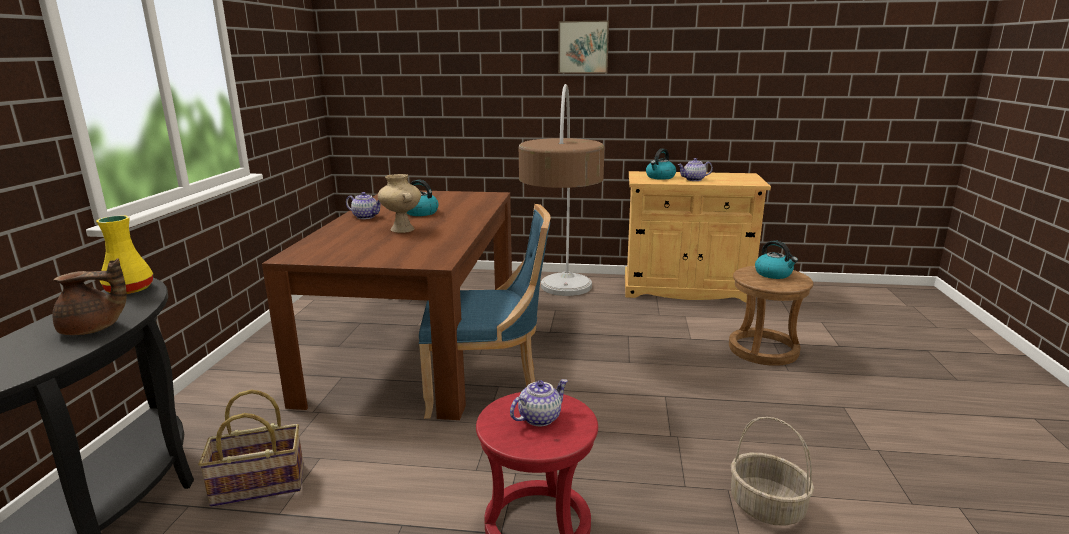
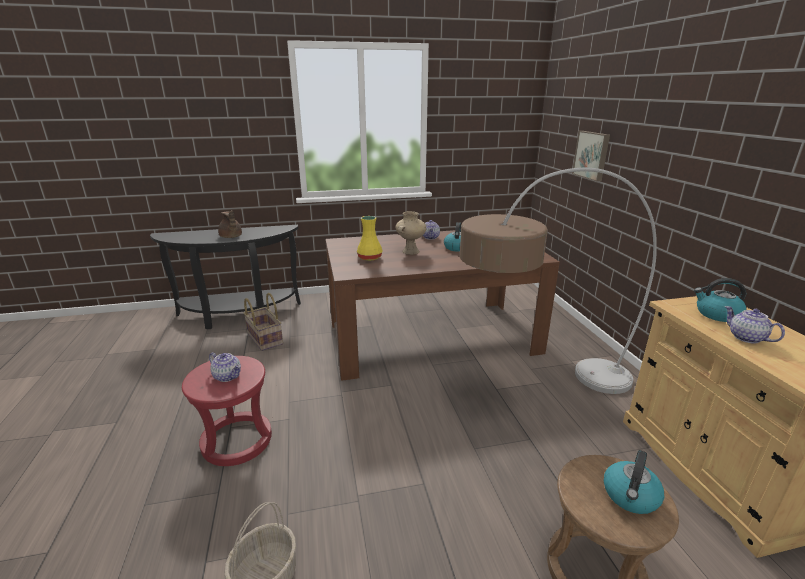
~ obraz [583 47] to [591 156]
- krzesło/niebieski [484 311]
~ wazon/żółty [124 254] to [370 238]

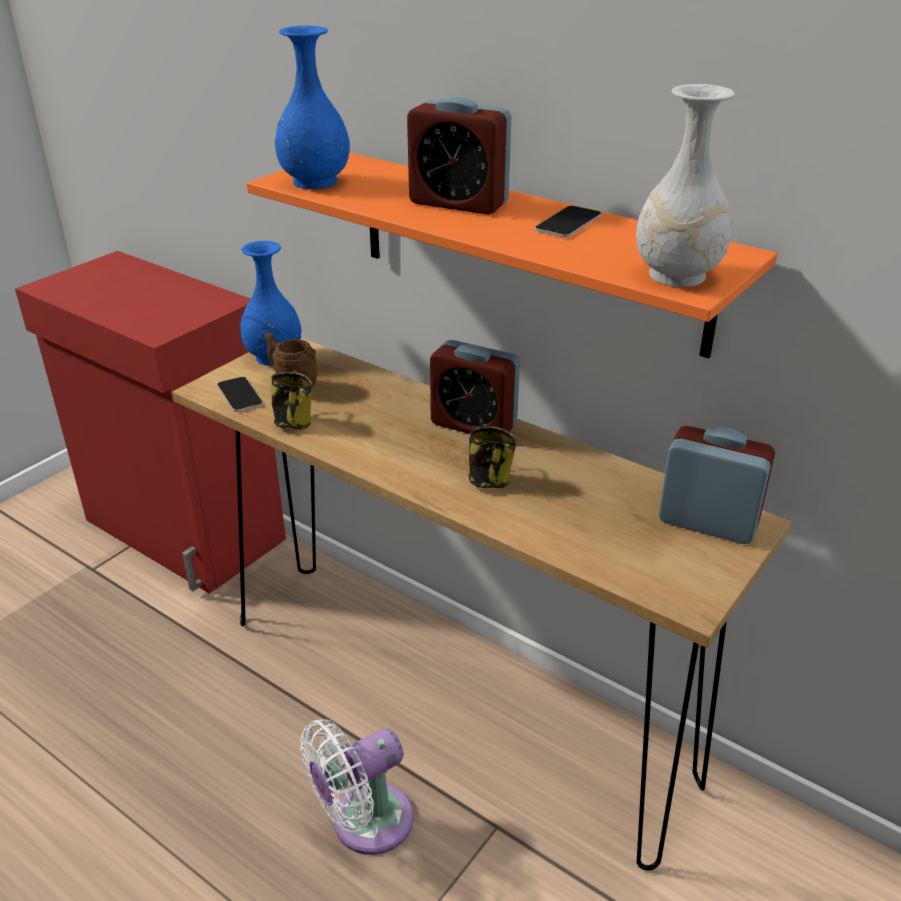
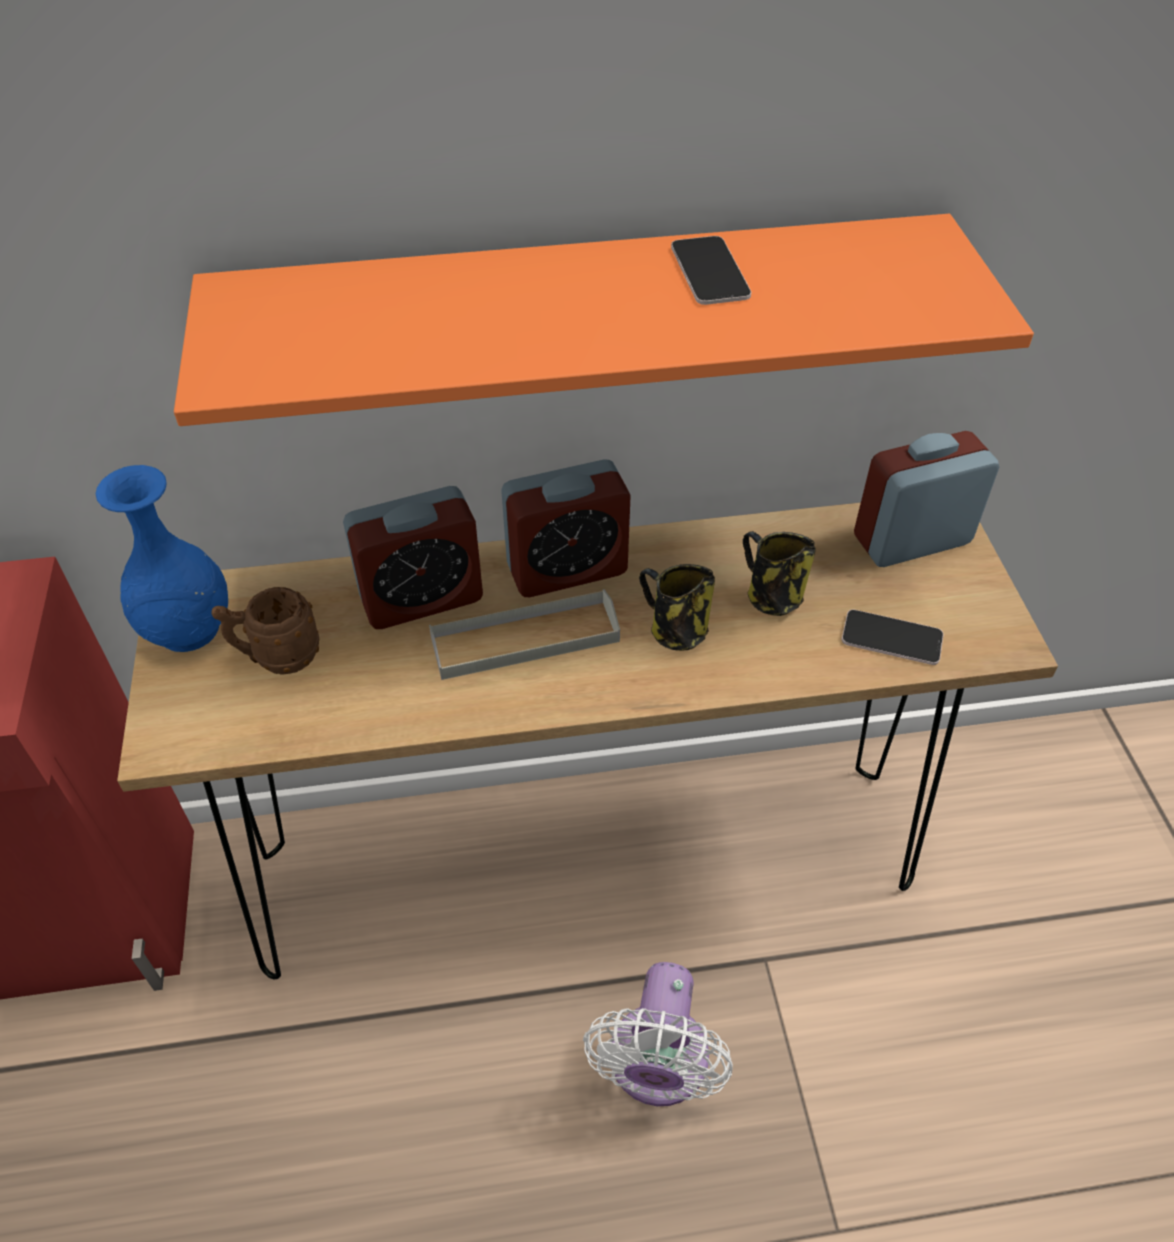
- wazon/niebieski [312 107]
- wazon/biały [685 185]
~ budzik [459 156] to [413 557]
~ kubek [291 400] to [779 573]
~ telefon [240 394] to [893 637]
+ taca/szary [524 634]

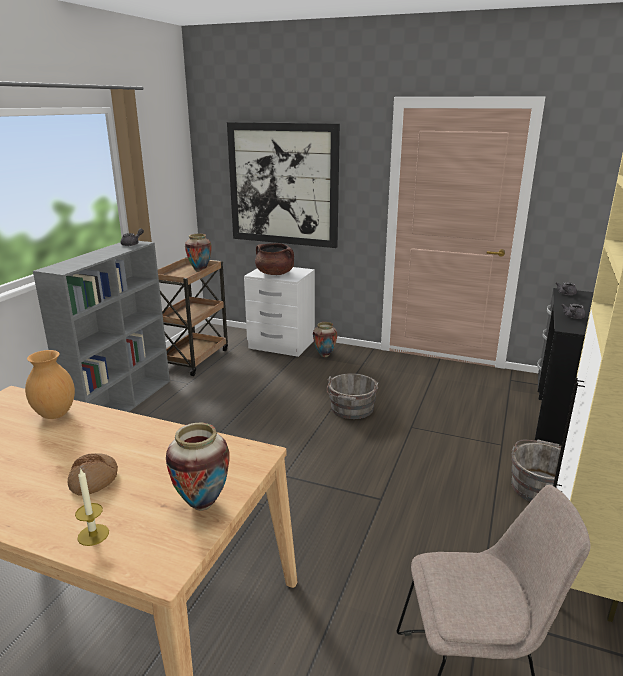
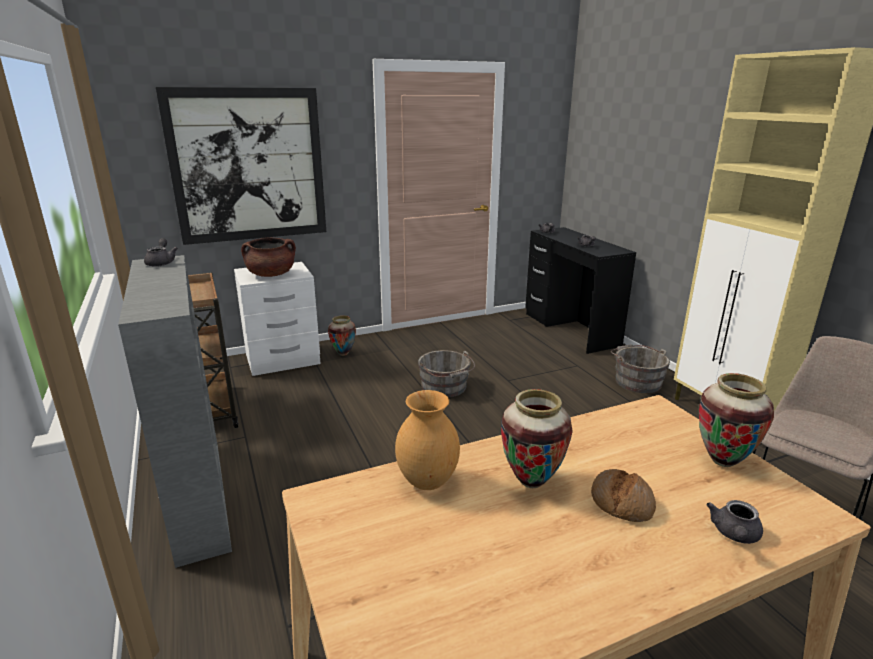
~ wazon [198 253] to [537 438]
~ świeca [92 507] to imbryk/szary [734 522]

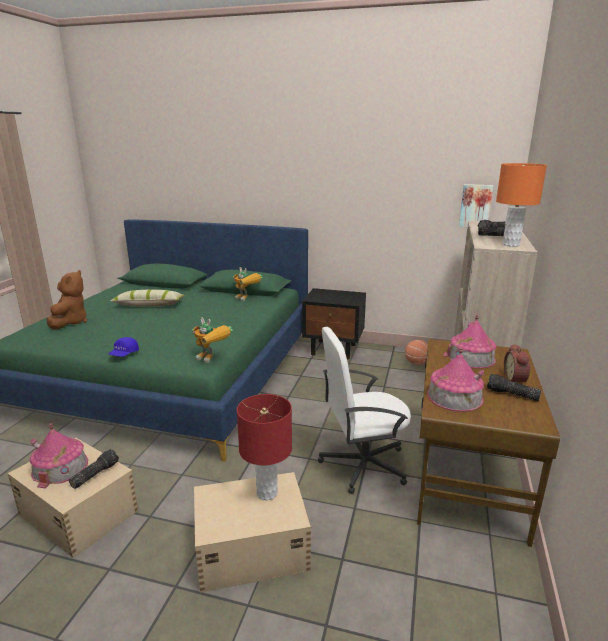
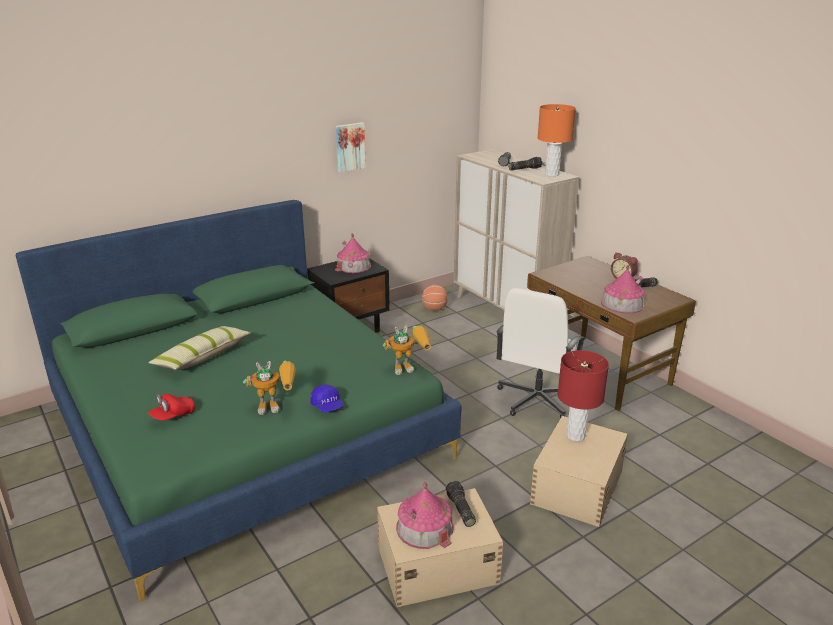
~ obraz [476 205] to [351 147]
~ robot zabawkowy [248 284] to [269 388]
~ pluszak/brązowy [67 299] to czapka z daszkiem/czerwony [171 407]
~ domek [469 342] to [353 253]

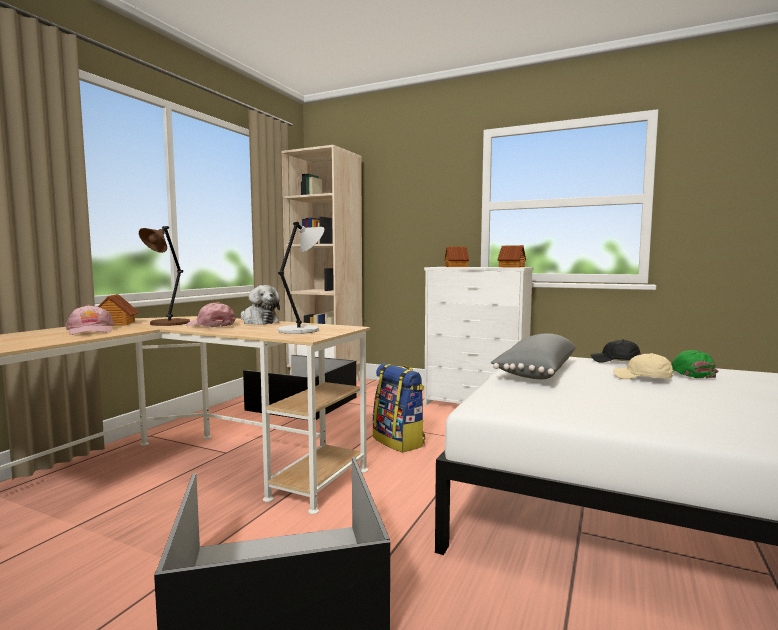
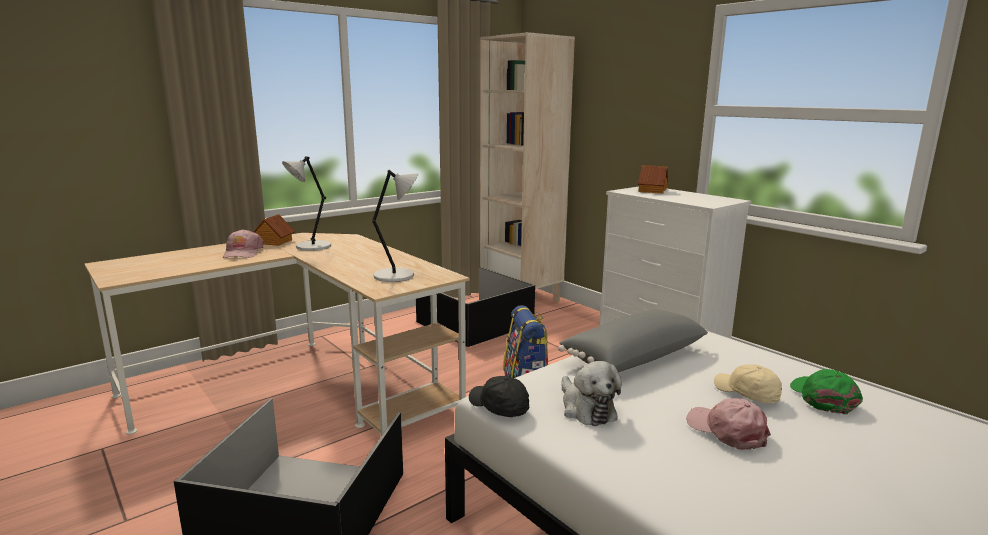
~ lampa stołowa/brązowy [164 276] to lampa stołowa/szary [306 203]
- domek [511 256]
~ pluszak [260 305] to [591 393]
~ czapka z daszkiem/różowy [211 314] to [728 424]
~ czapka z daszkiem/czarny [615 351] to [499 396]

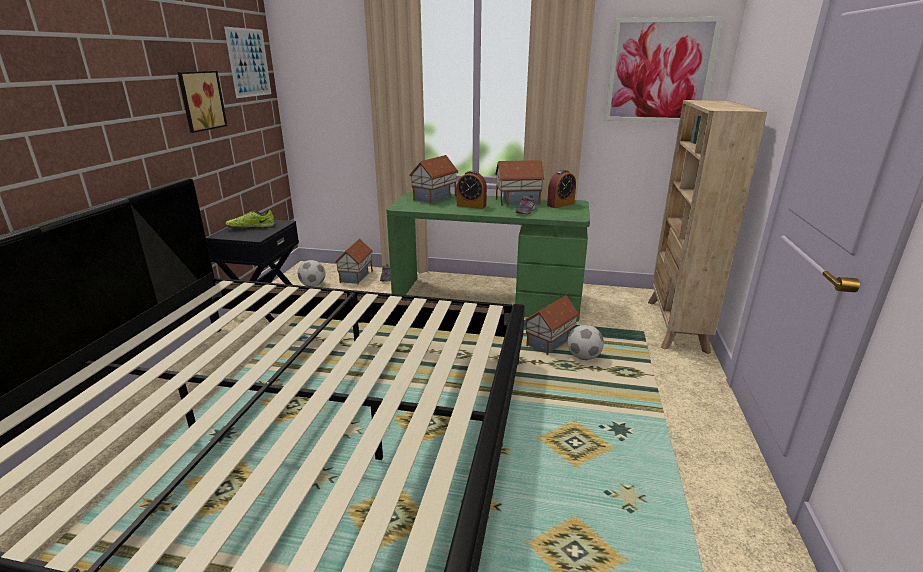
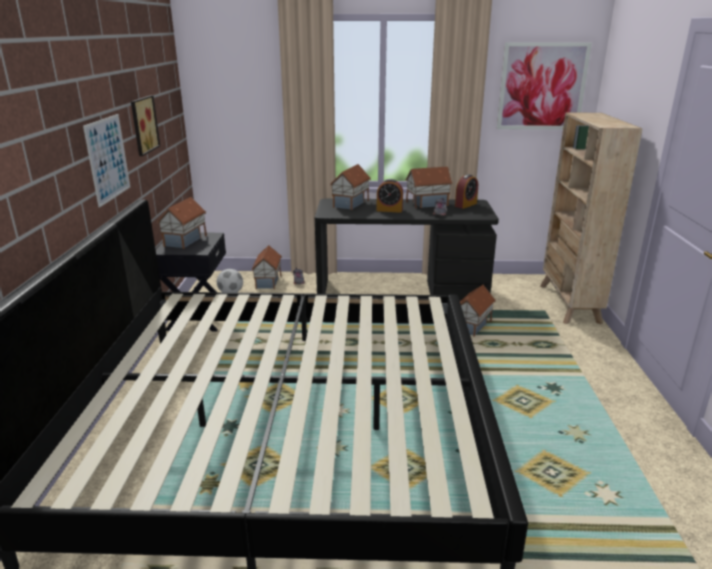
~ obraz [247 62] to [106 161]
~ biurko/zielony [488 257] to biurko/czarny [407 250]
~ but [250 218] to domek [182 223]
- piłka futbolowa [585 342]

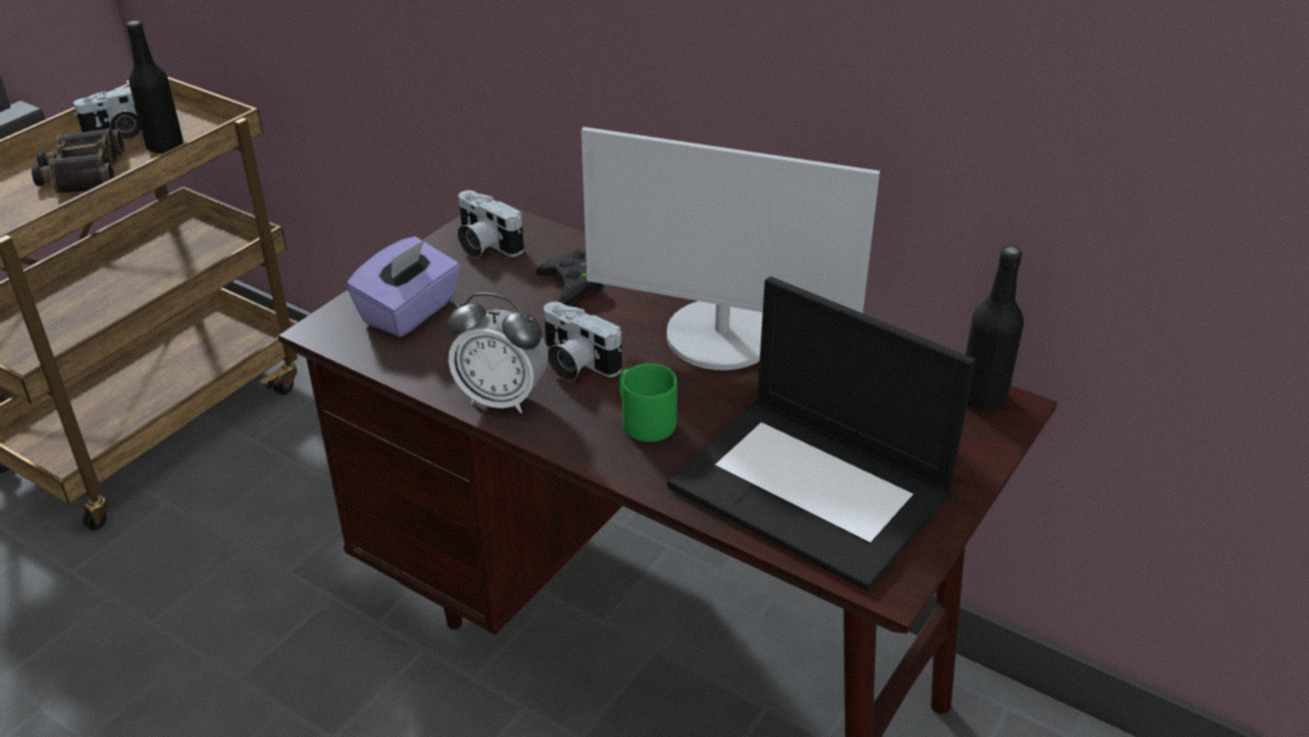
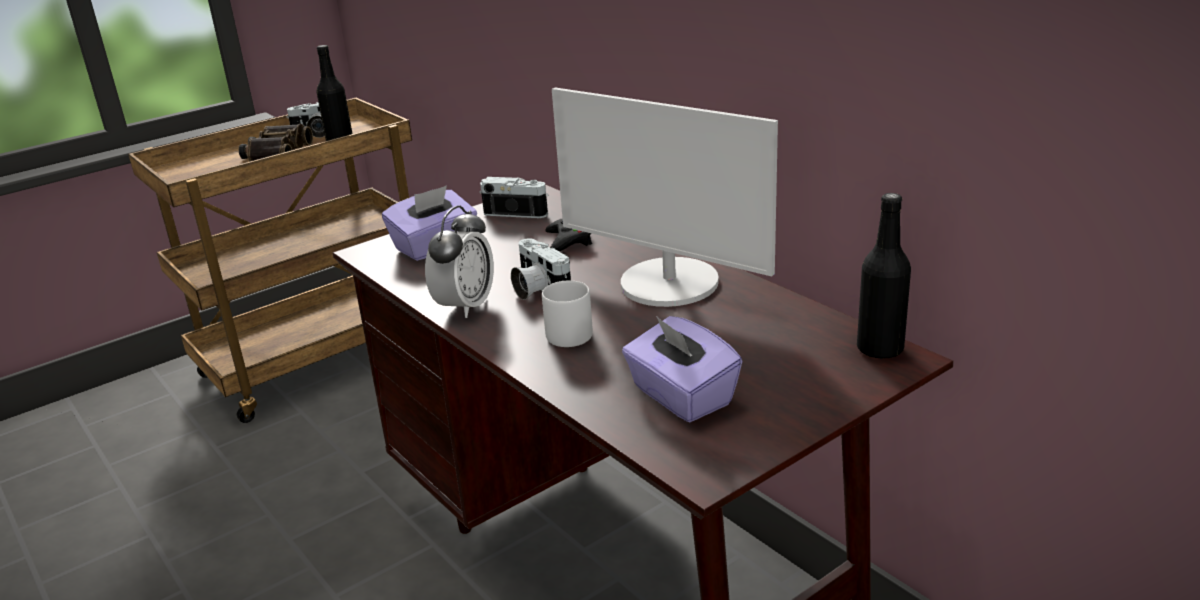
~ aparat fotograficzny [490 224] = [514 197] 135 degrees clockwise
~ laptop [821 434] to pudełko chusteczek/fioletowy [682 369]
~ budzik [498 353] = [459 261] 105 degrees counterclockwise
~ kubek/zielony [648 402] to kubek/szary [567 313]

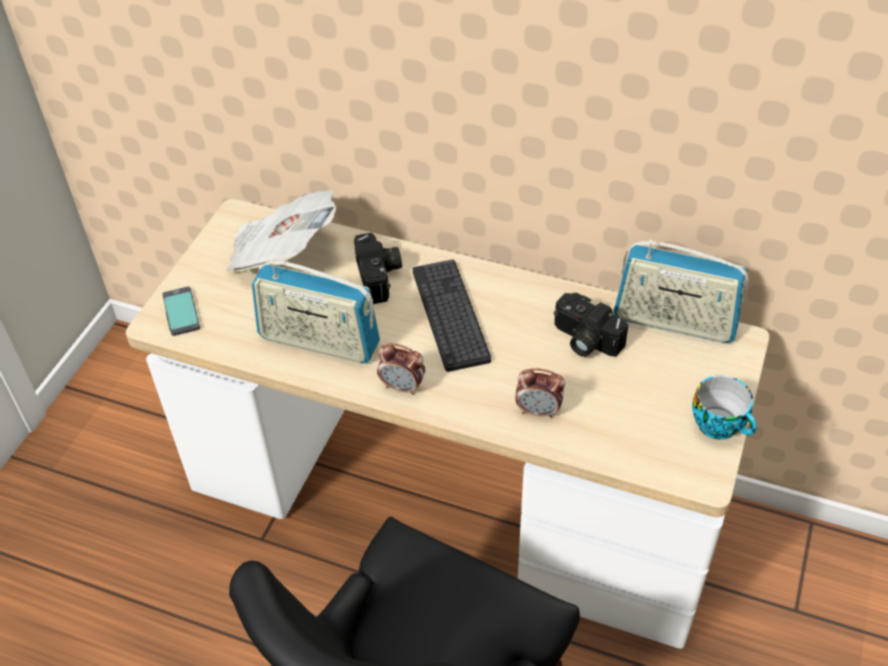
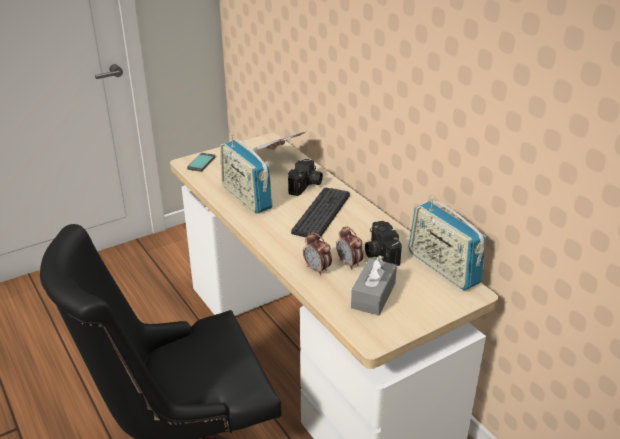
~ budzik [401 369] to [350 248]
- filiżanka [724 407]
+ pudełko chusteczek/szary [374 285]

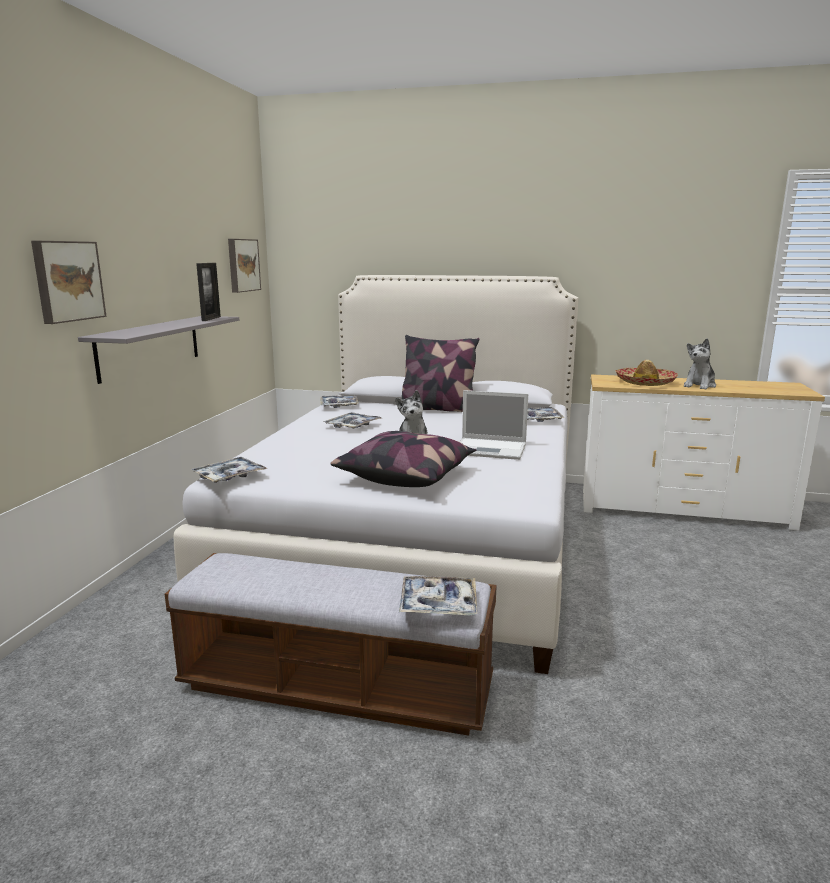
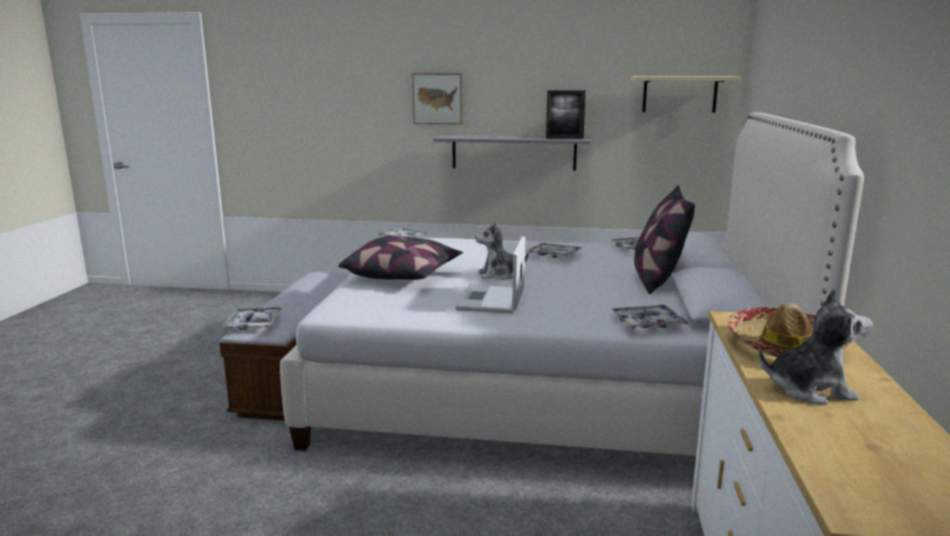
~ obraz [244 266] to półka/beżowy [686 94]
~ pluszak [700 364] = [816 346] 150 degrees clockwise

